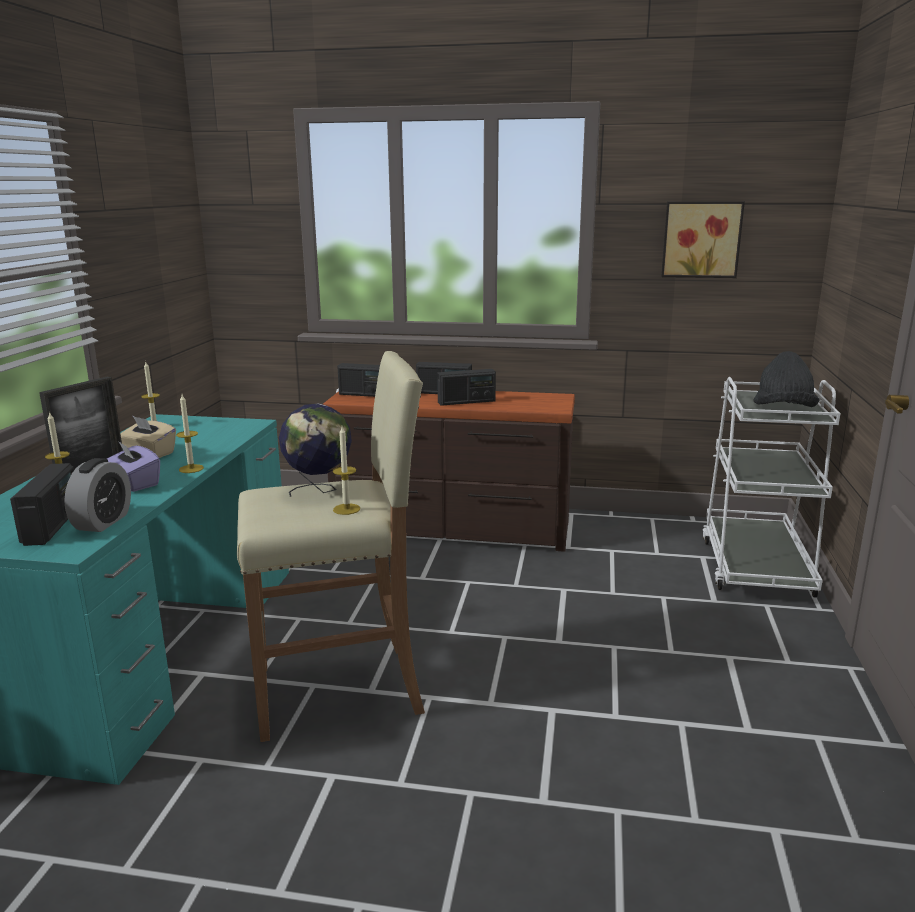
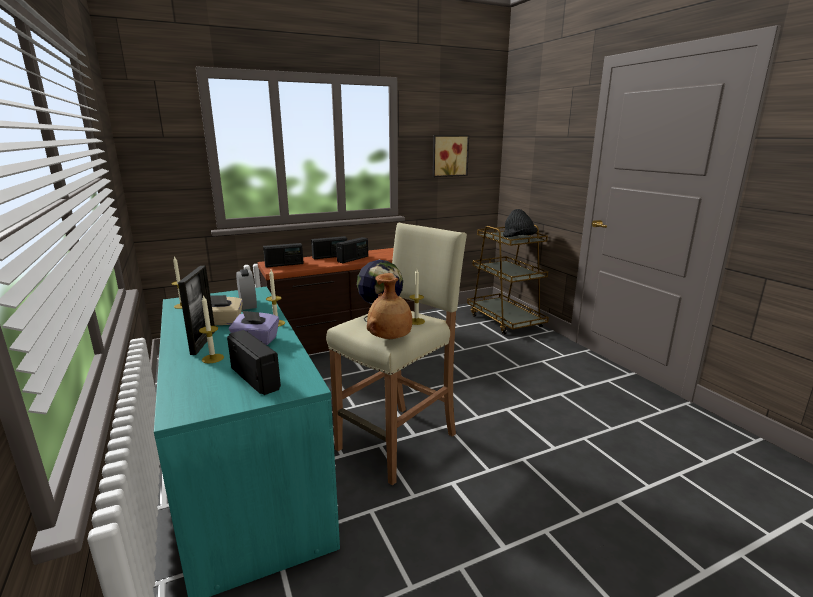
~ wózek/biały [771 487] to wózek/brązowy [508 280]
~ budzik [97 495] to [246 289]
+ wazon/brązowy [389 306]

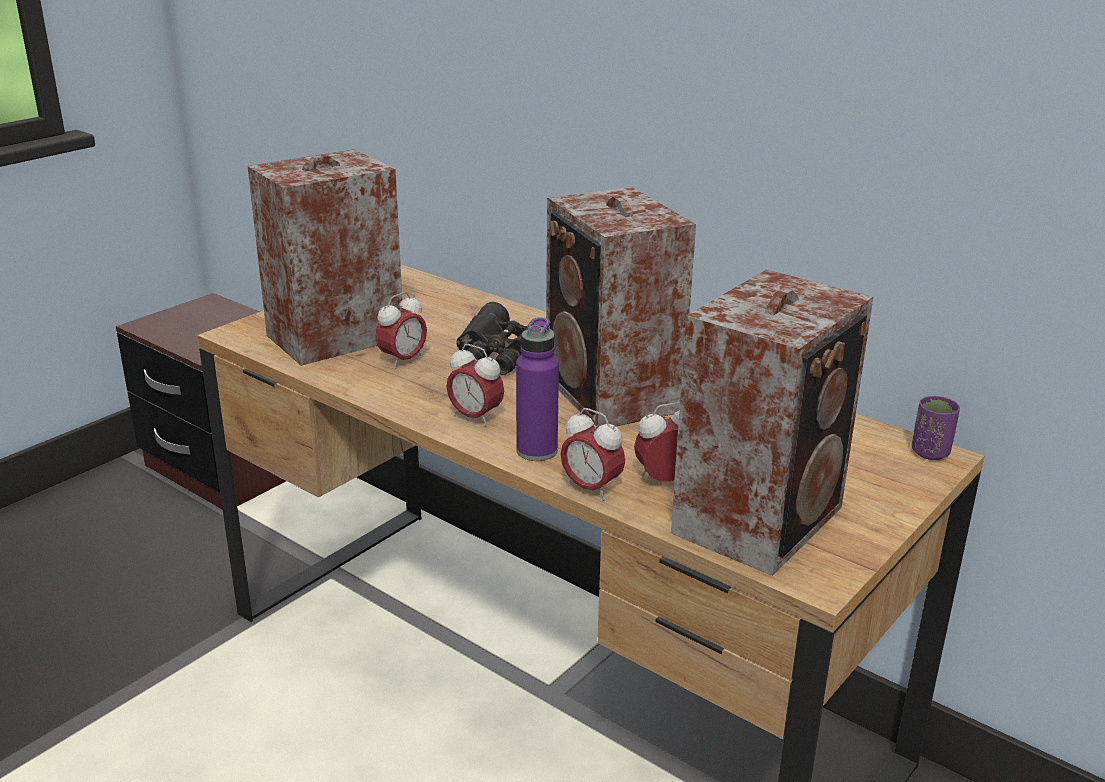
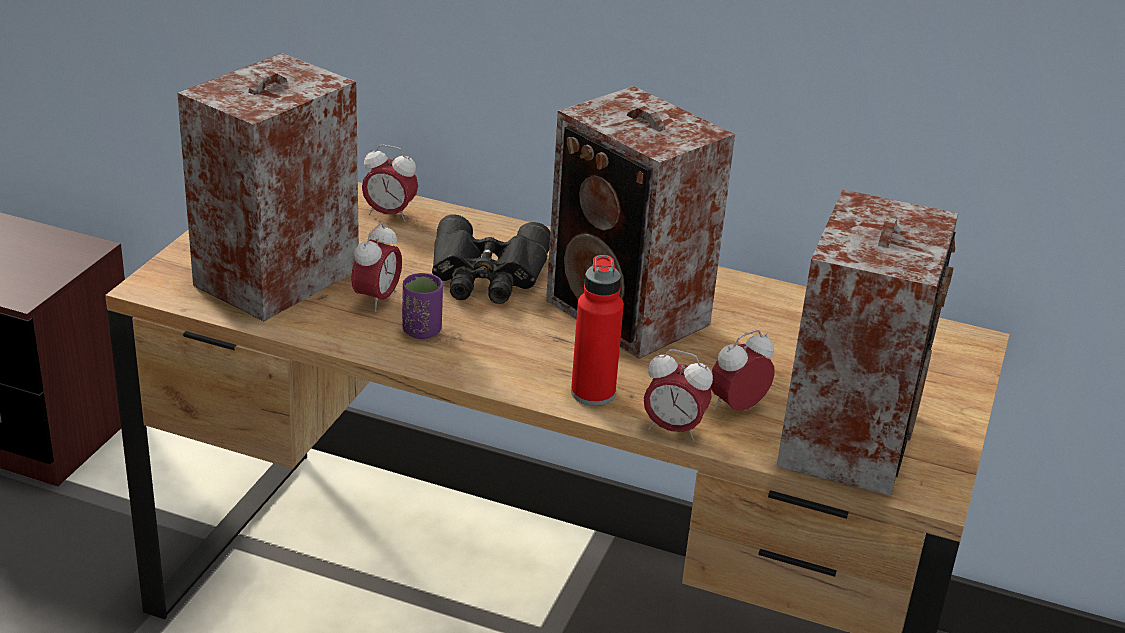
~ butelka/fioletowy [537 389] to butelka/czerwony [597 330]
~ budzik [475 385] to [390 183]
~ filiżanka/fioletowy [936 428] to [422 306]

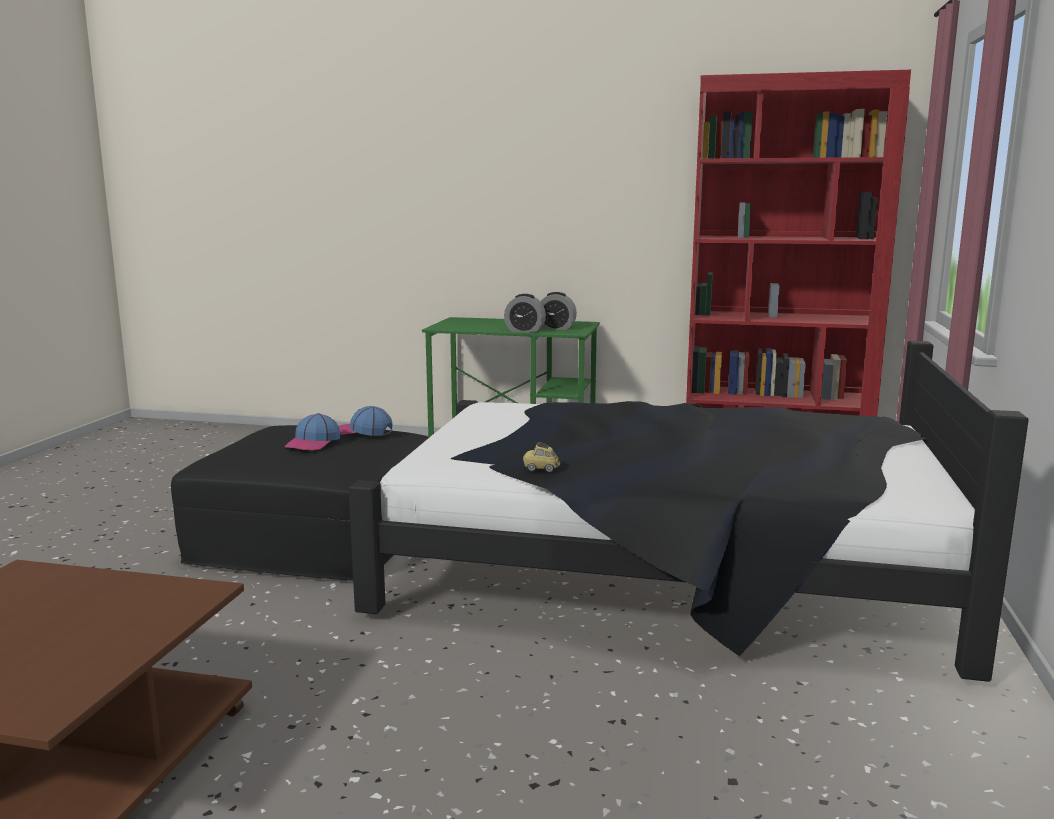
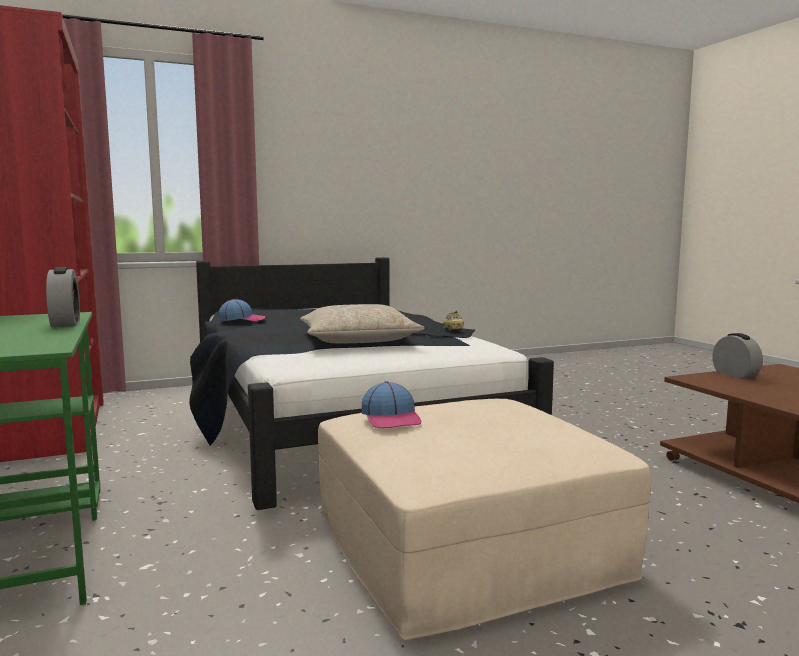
~ budzik [559 311] to [737 356]
~ czapka z daszkiem [312 432] to [242 310]
~ pufa/czarny [300 503] to pufa/beżowy [484 519]
+ poduszka/beżowy [362 324]

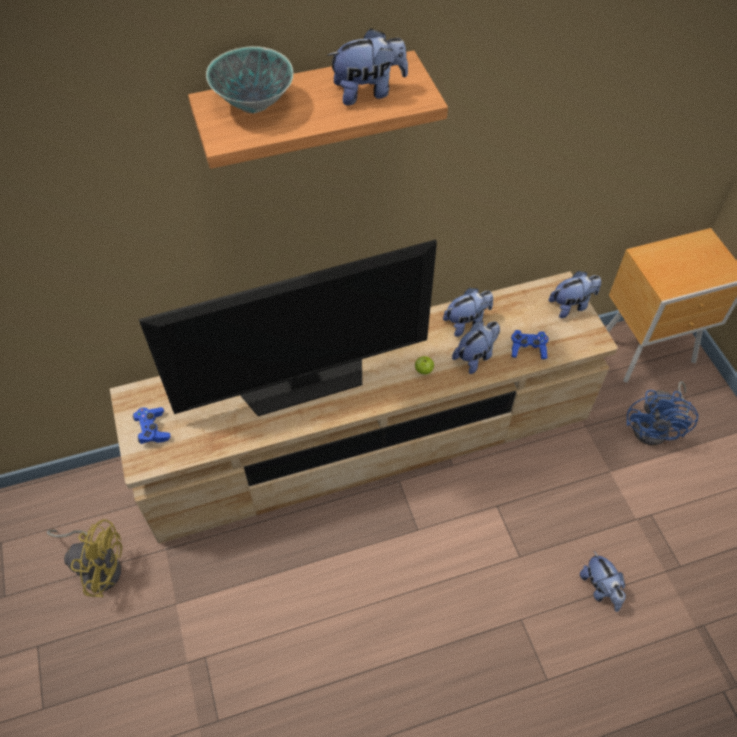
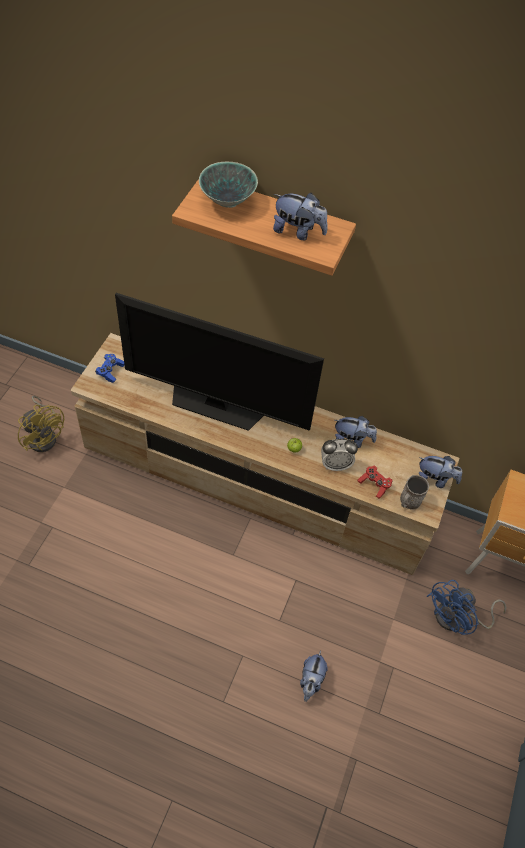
~ pluszak [476 347] to budzik [339 455]
~ pad do gier/niebieski [530 344] to pad do gier/czerwony [375 482]
+ kubek/szary [414 492]

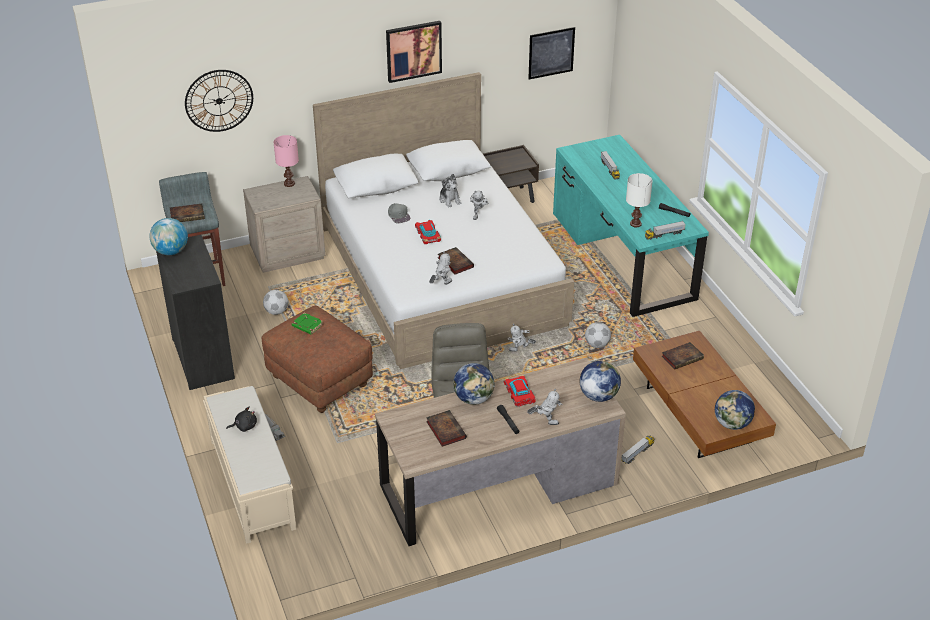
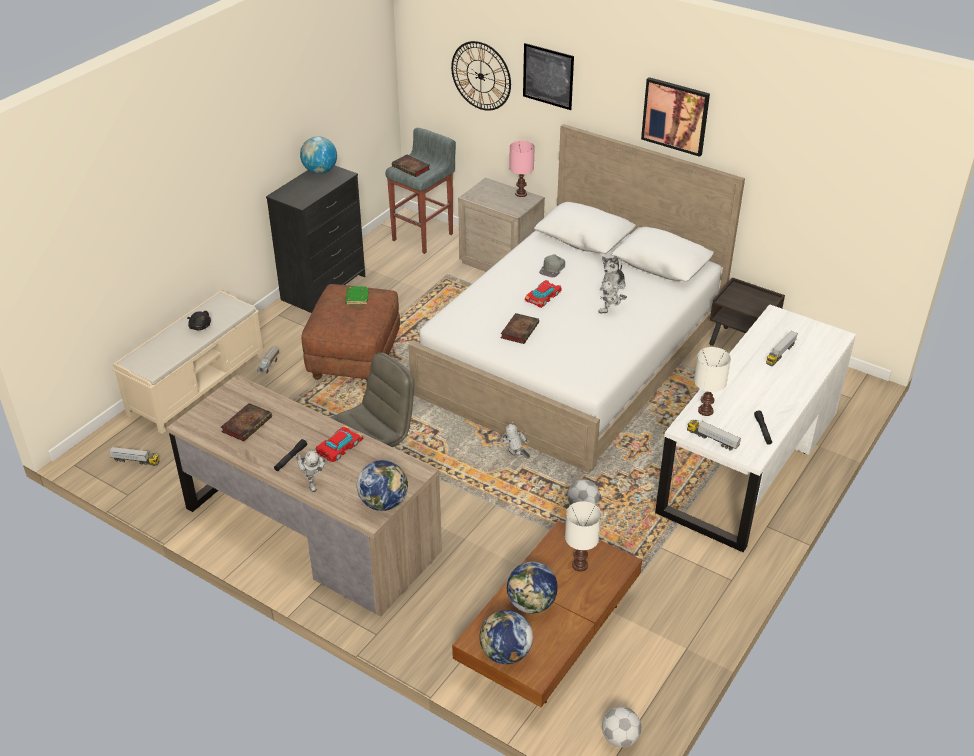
~ obraz [551 53] to [548 76]
~ biurko/turkusowy [631 226] to biurko/biały [755 428]
- robot zabawkowy [440 268]
~ piłka futbolowa [275 302] to [621 727]
~ książka [682 355] to lampa stołowa/biały [583 536]
~ globus [474 384] to [532 588]
~ ciężarówka zabawkowa [637 449] to [134 456]

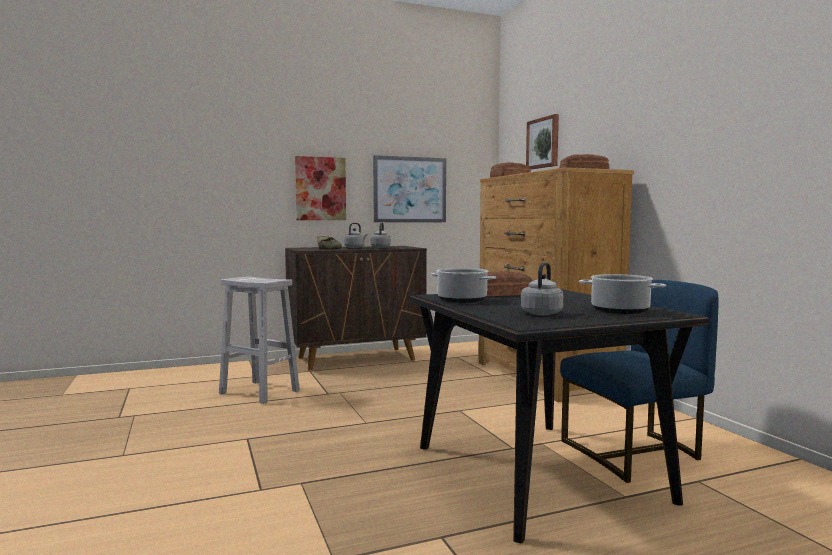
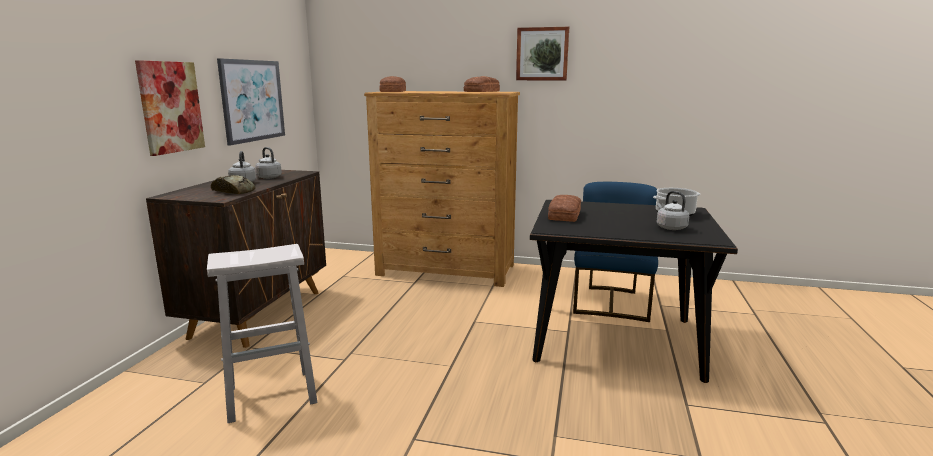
~ obraz [542 142] to [542 53]
- garnek [463 285]

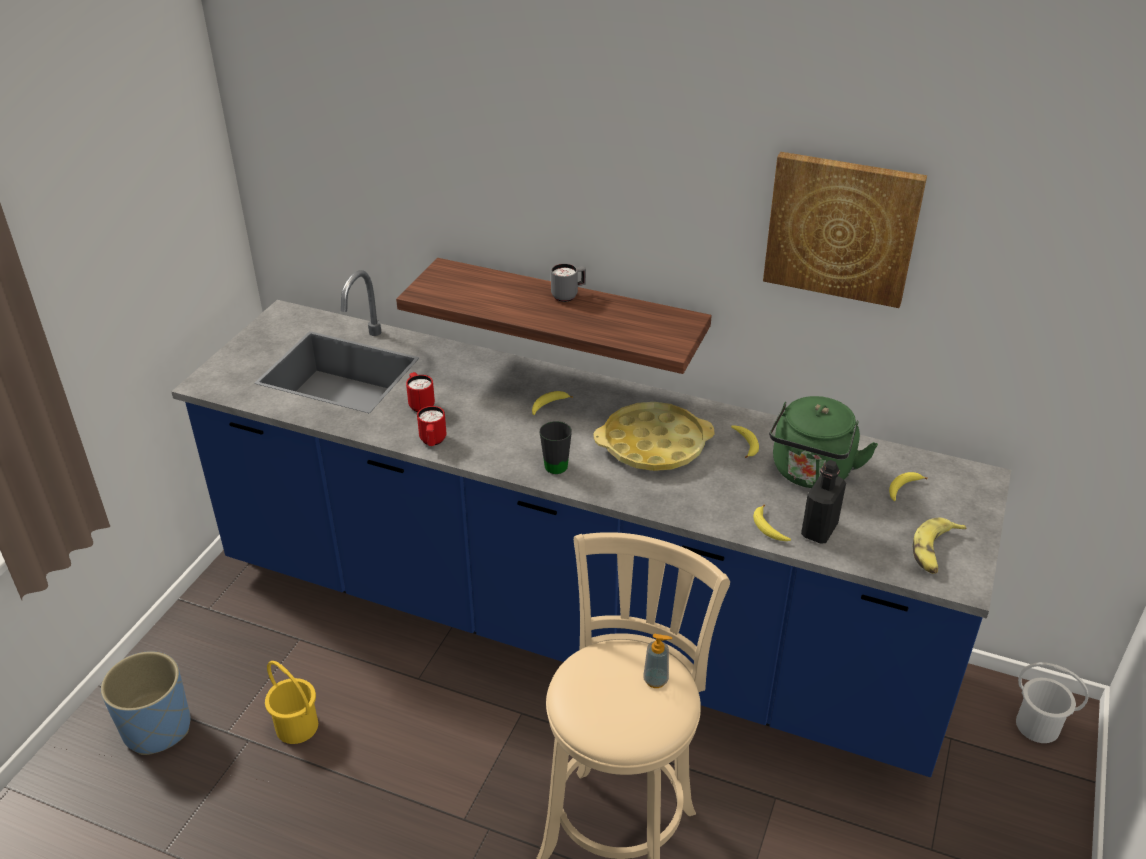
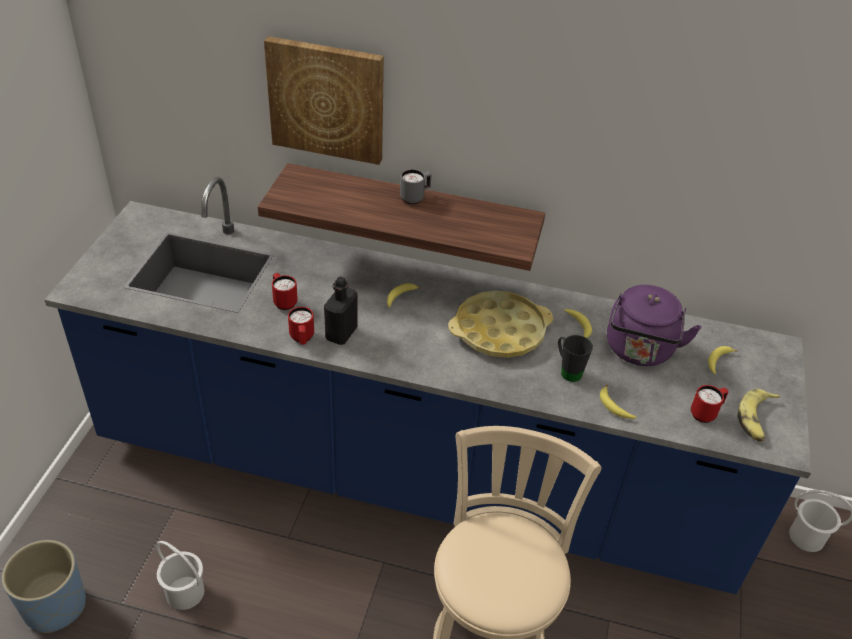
~ obraz [845 230] to [324 100]
~ czajnik/zielony [823 442] to czajnik/fioletowy [654 325]
~ kubek/czarny [556 447] to [575 358]
~ butelka/czarny [823 502] to [341 310]
- dozownik mydła [657 661]
~ wiadro/żółty [291 702] to wiadro/biały [180 575]
+ kubek/czerwony [709 404]

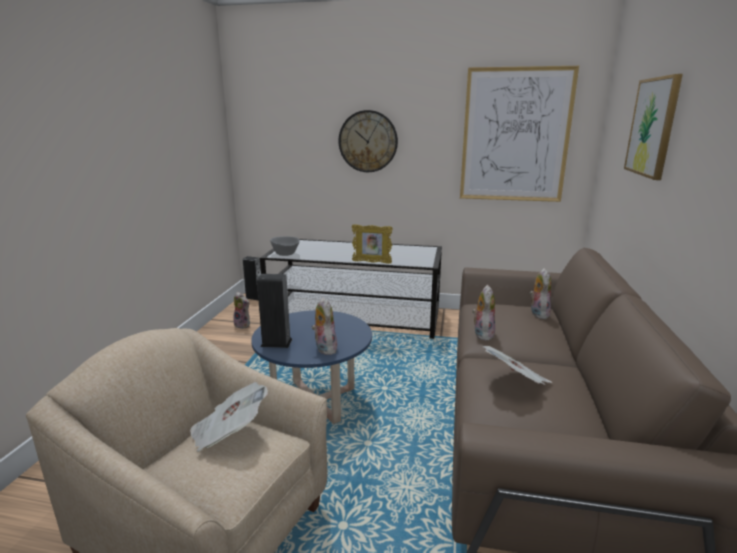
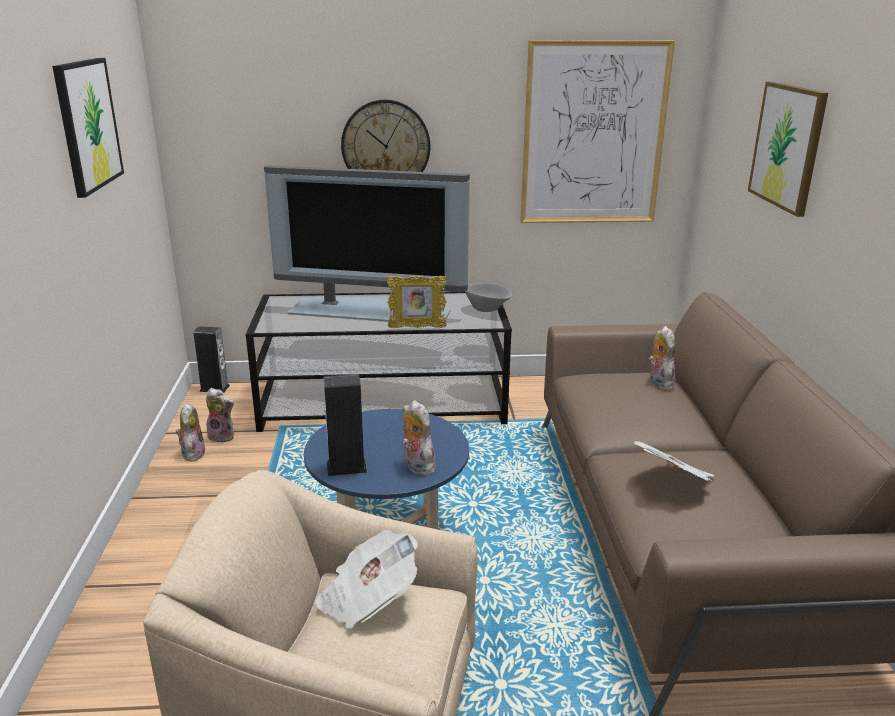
~ miska/szary [285 246] to [488 297]
~ pluszak [483 313] to [191 432]
+ obraz [88 128]
+ telewizor [367 245]

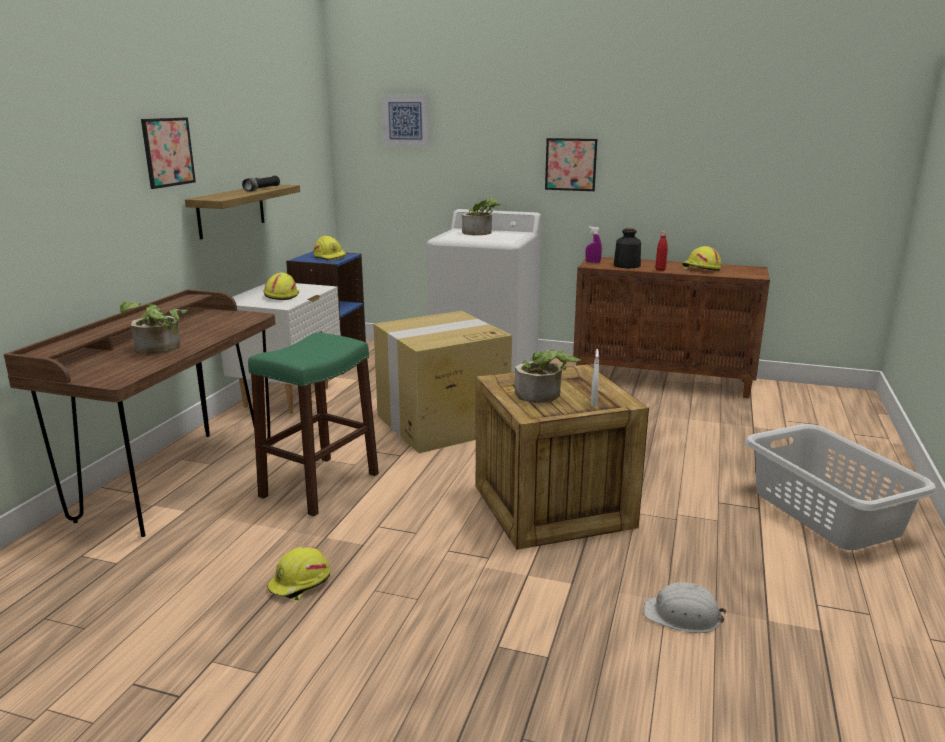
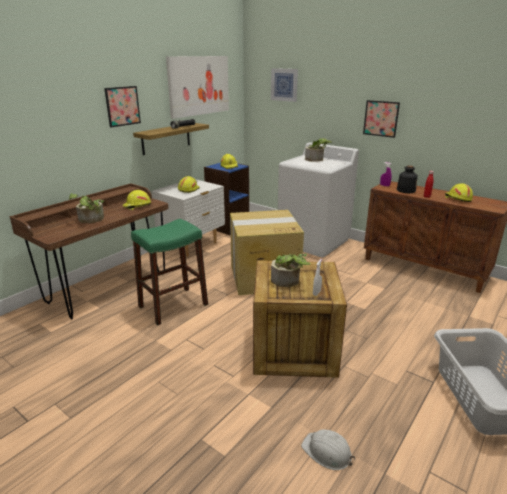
~ kask/żółty [298 573] to [136 200]
+ obraz [197 87]

